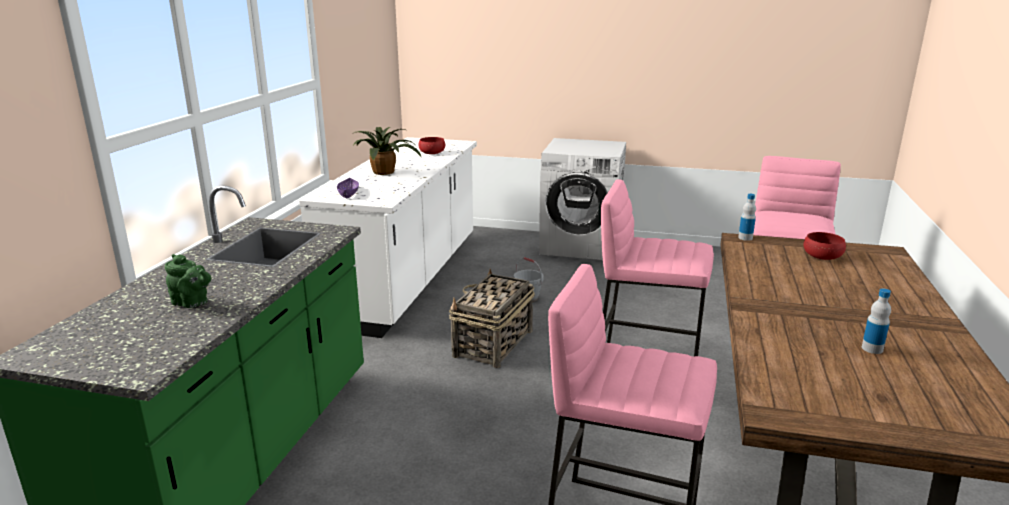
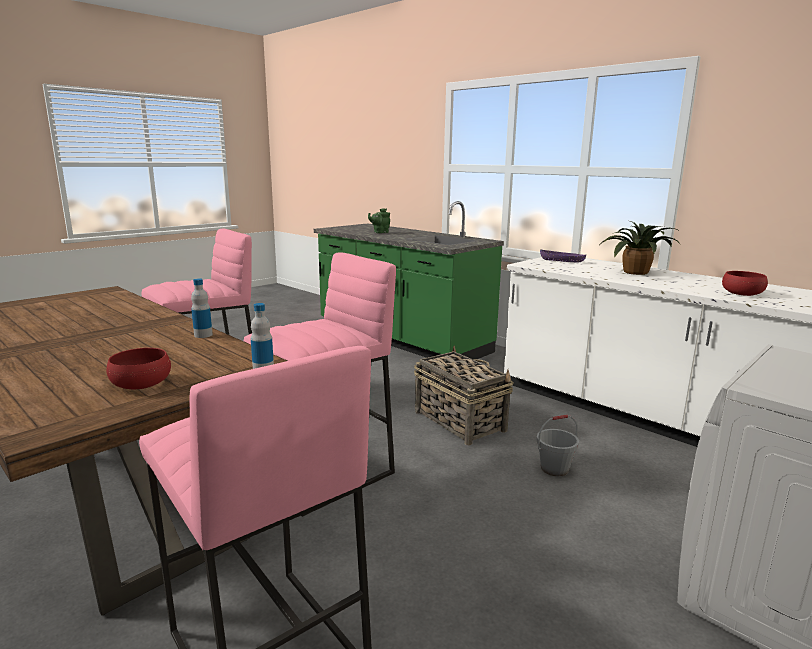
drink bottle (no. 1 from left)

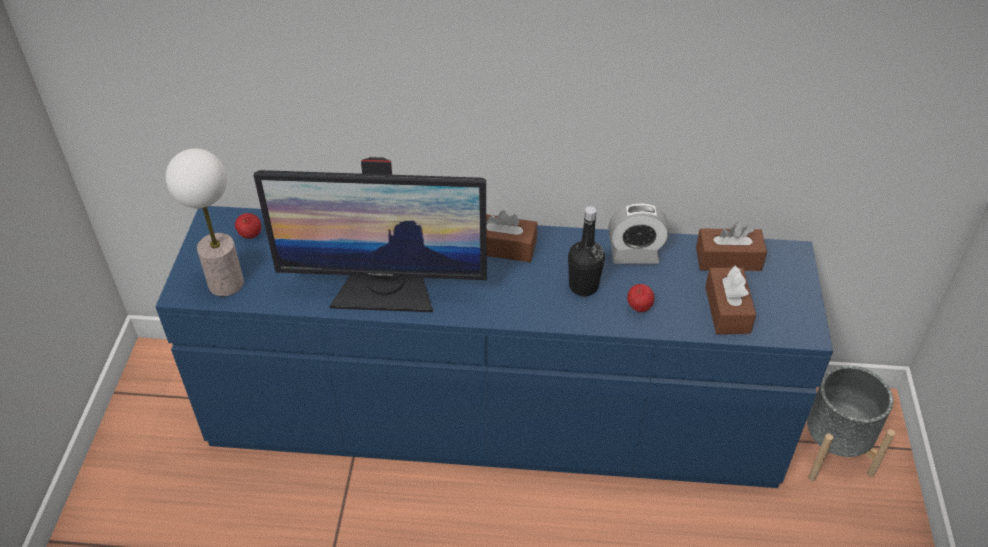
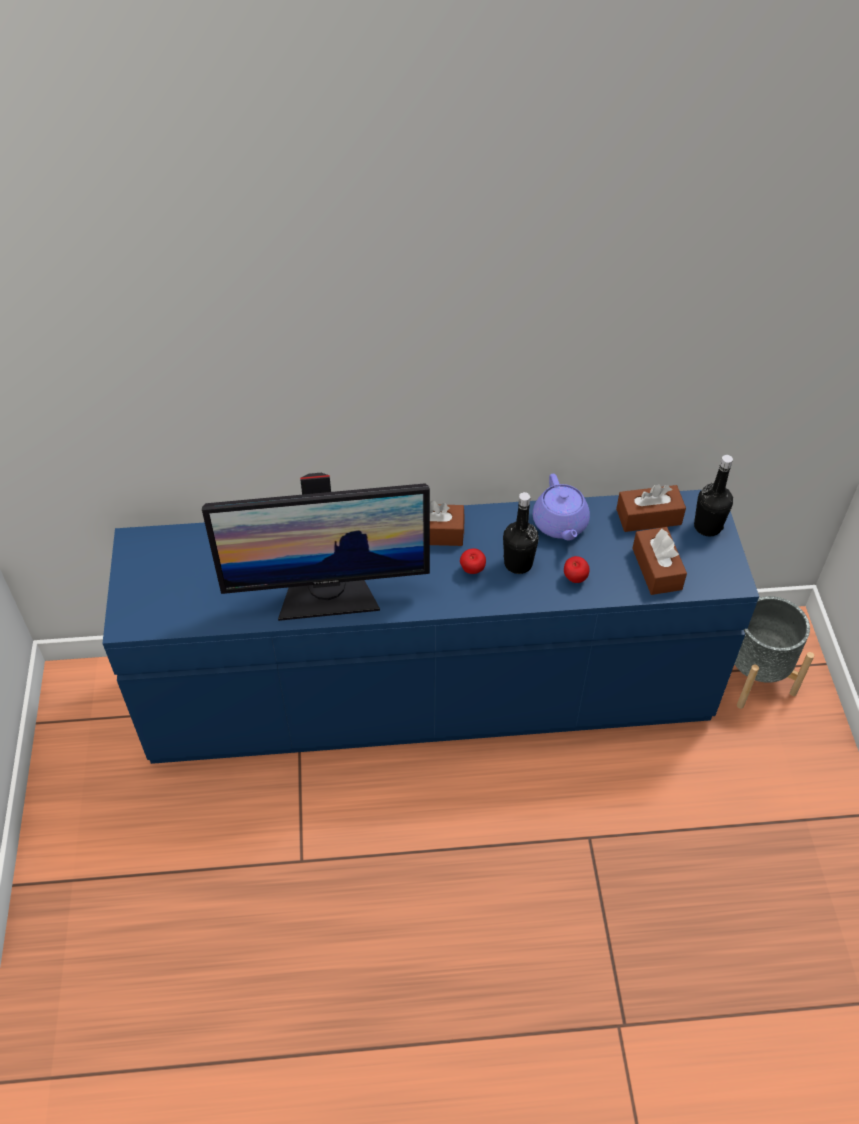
table lamp
drink bottle/black (no. 2 from left)
whole apple (no. 1 from left)
tea pot/purple

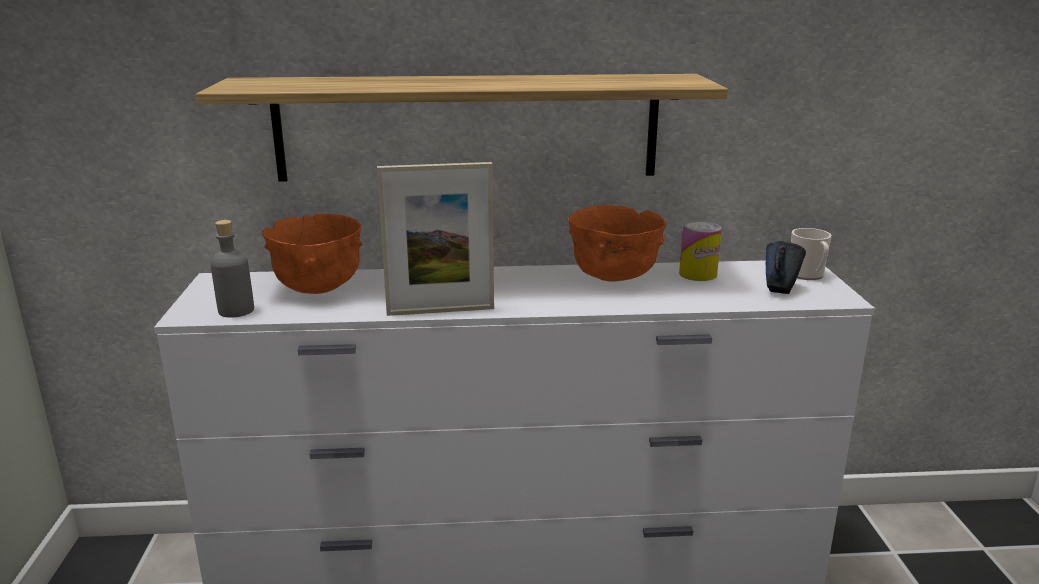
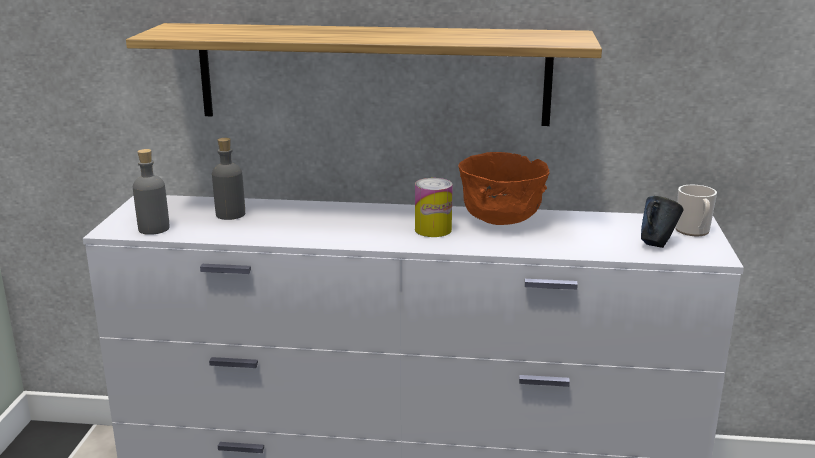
photo frame
can
drink bottle/greyish (no. 2 from left)

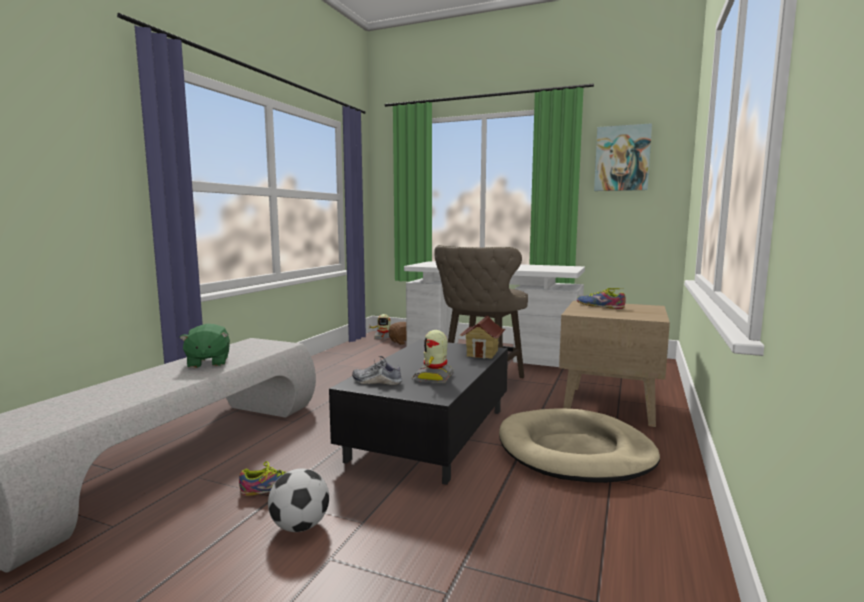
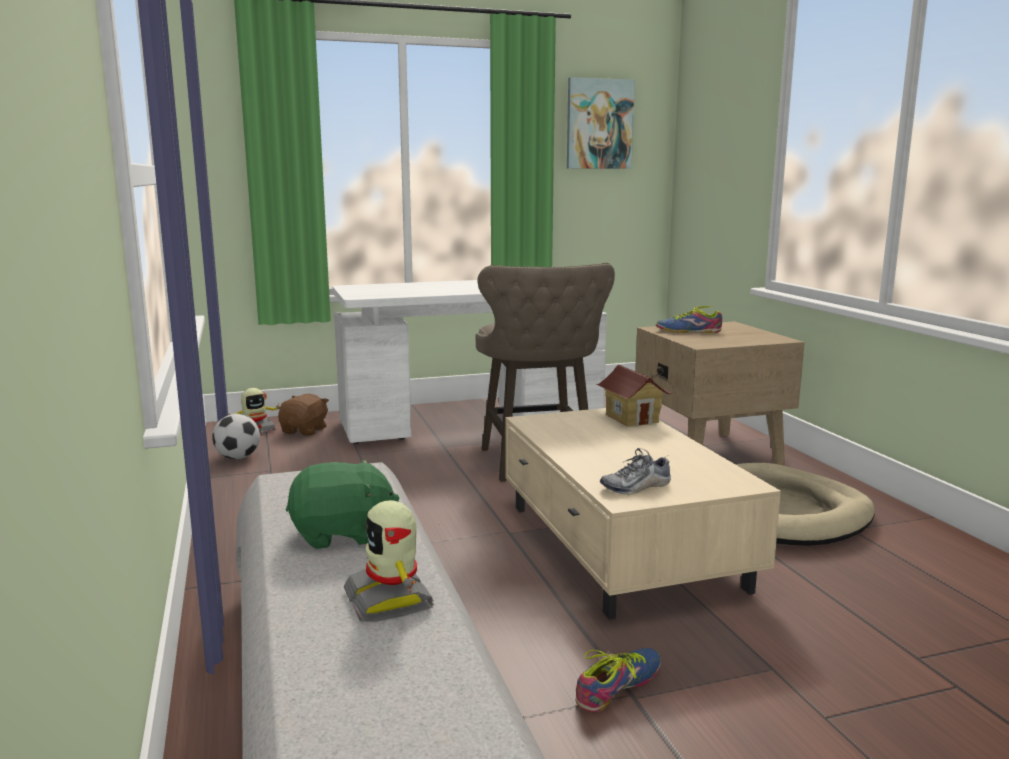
football ball
toy robot (no. 2 from left)
coffee table/beige-coloured
plush toy/green

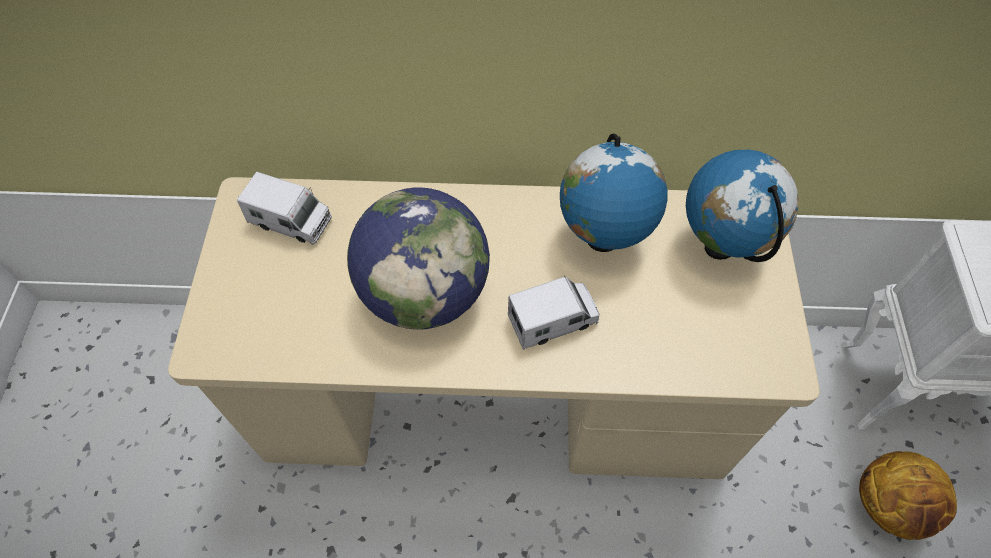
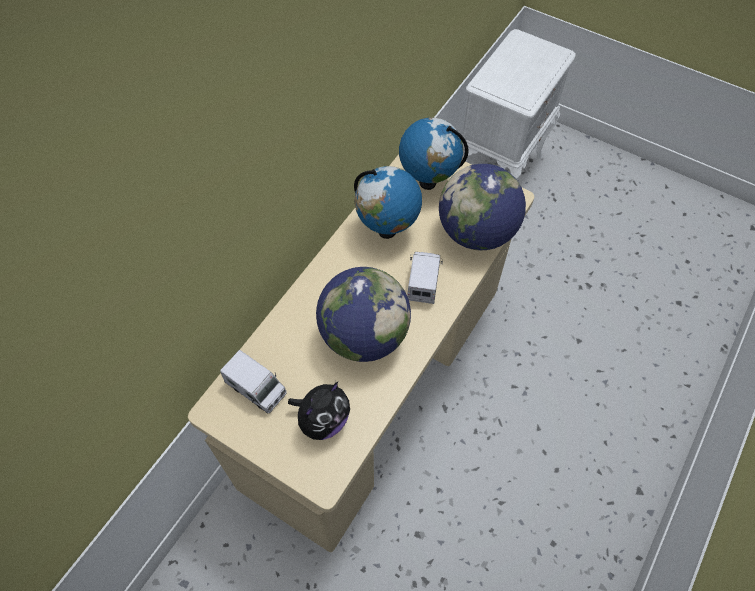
basketball ball
plush toy
desk globe (no. 4 from left)
toy lorry (no. 1 from left)

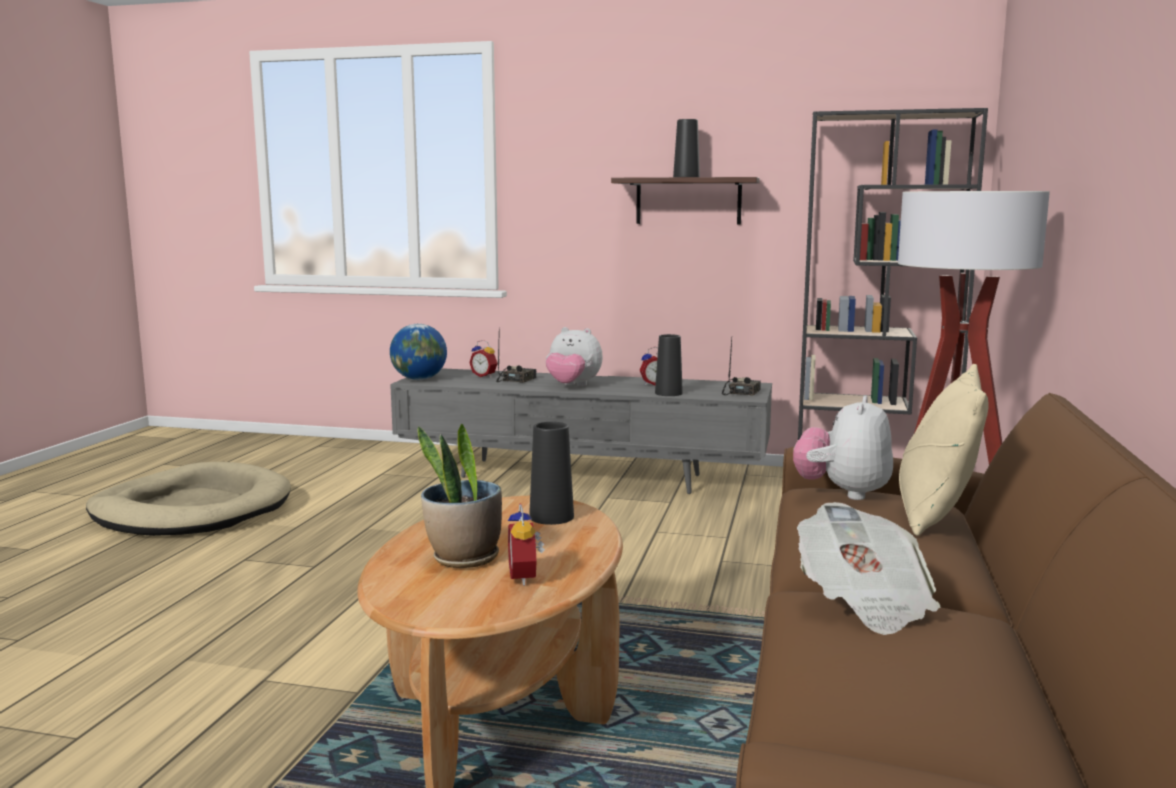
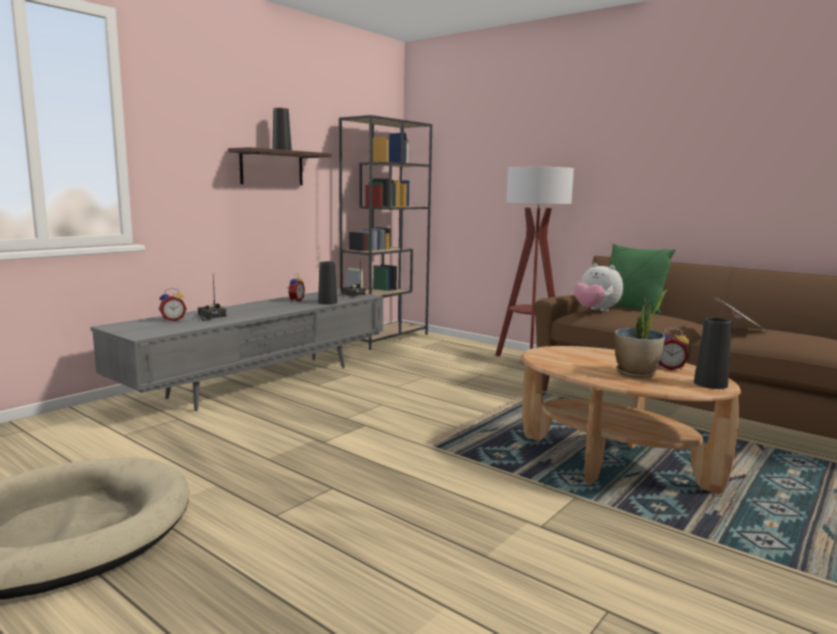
desk globe
plush toy (no. 1 from left in the first image)
flower vase/black (no. 3 from left)
throw pillow/green

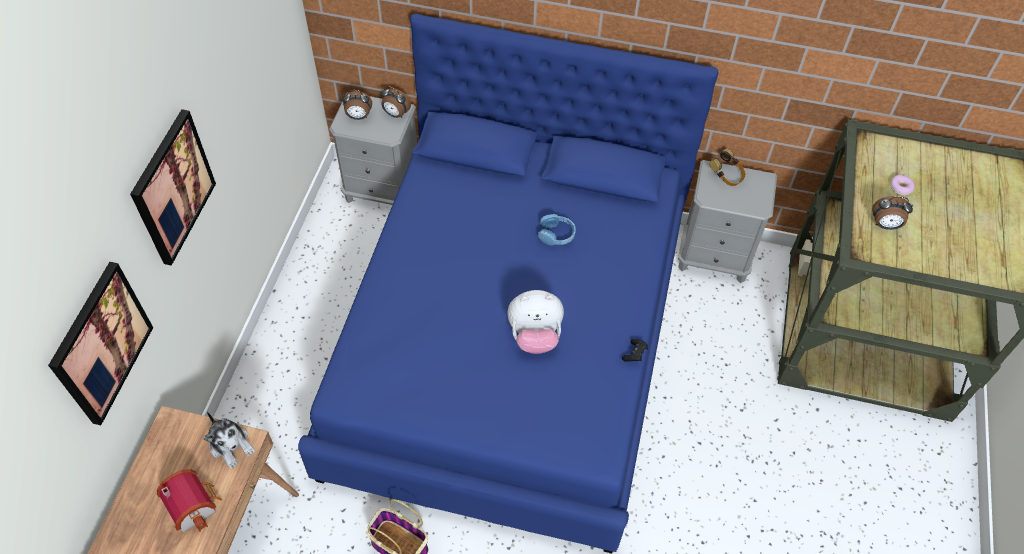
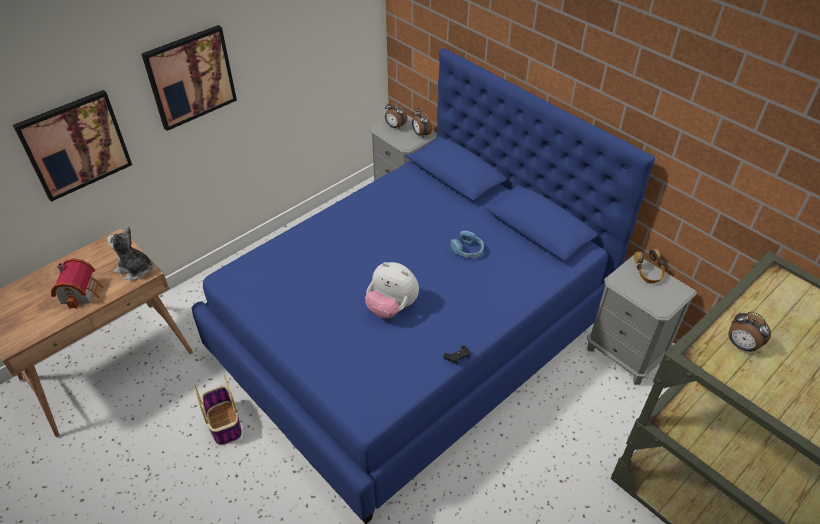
ring doughnut
plush toy (no. 1 from left)

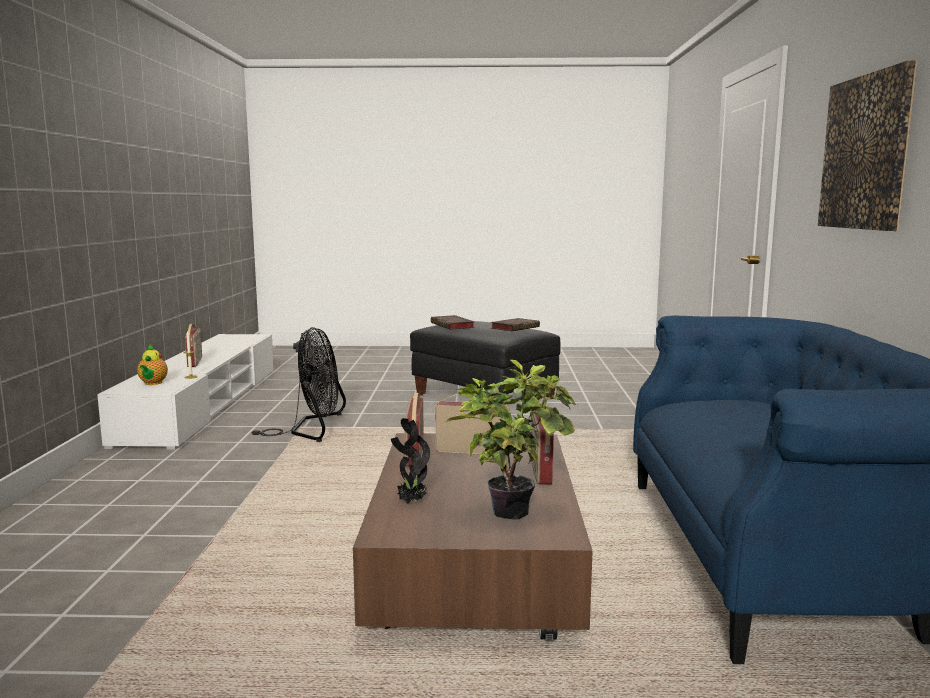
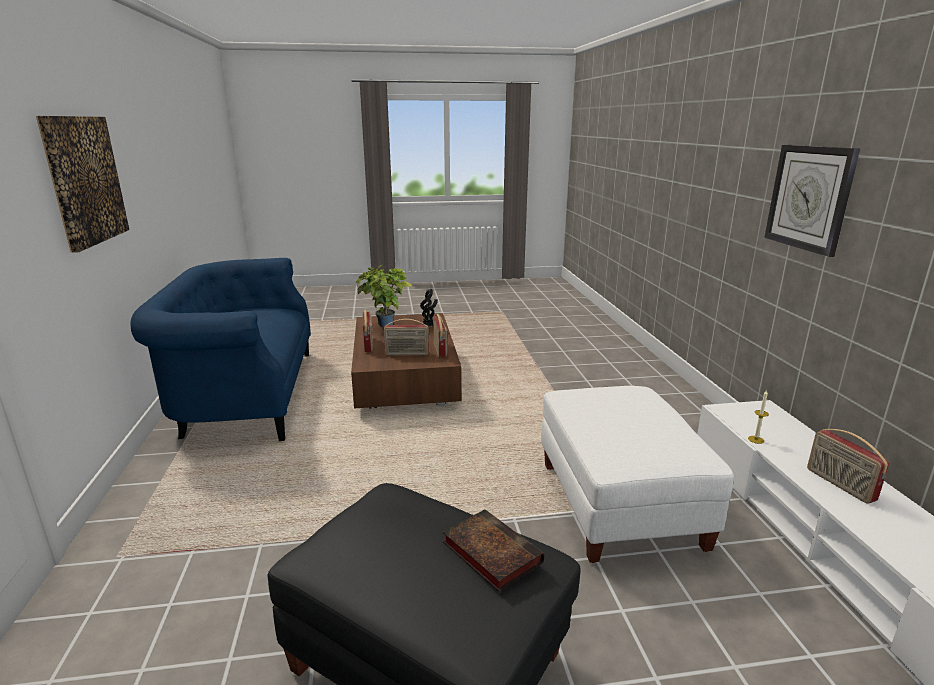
tea pot
bound book (no. 2 from left in the first image)
clock on the wall
ottoman/white-coloured

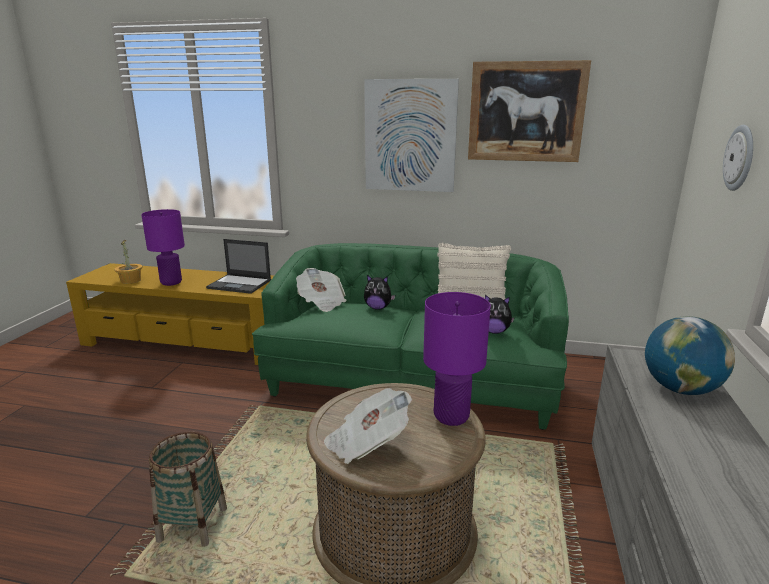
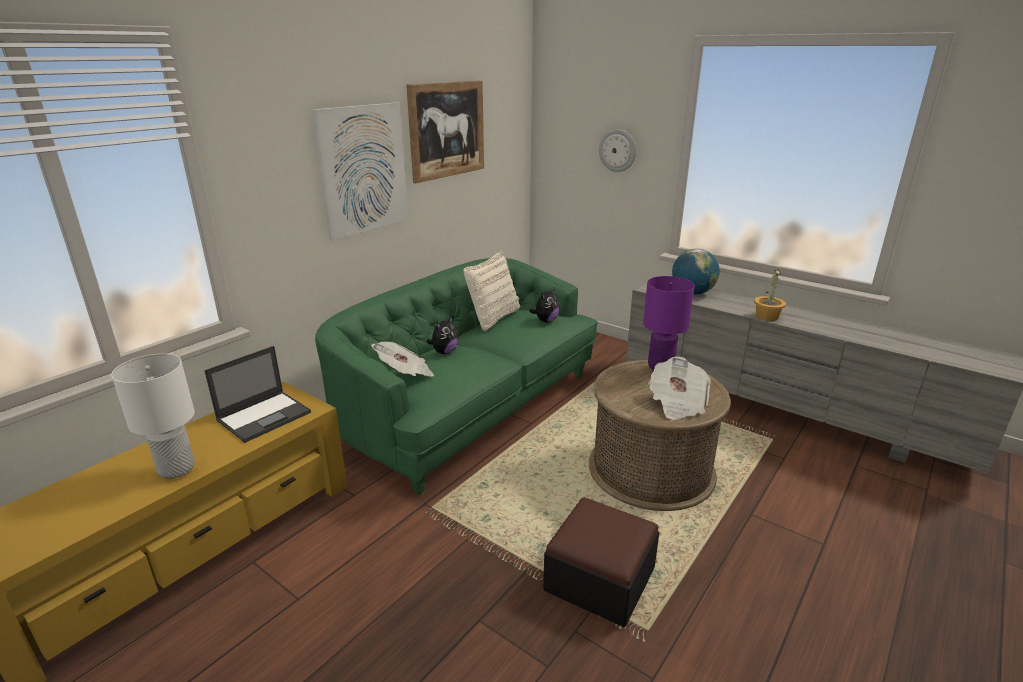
potted plant
ottoman
table lamp/white-coloured

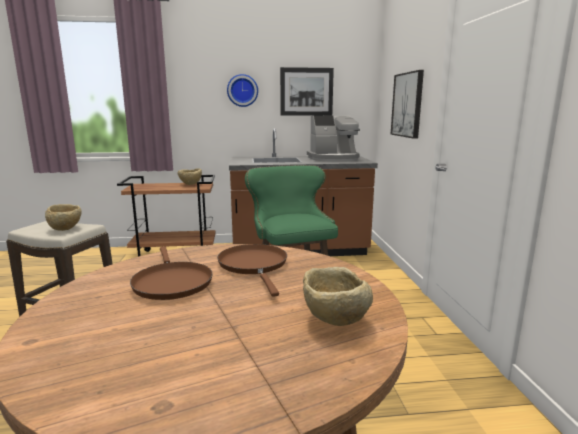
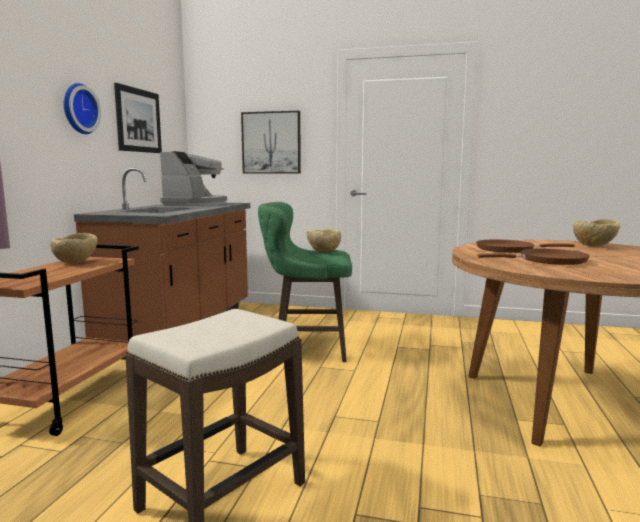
serving bowl/beige-coloured (no. 2 from left)

